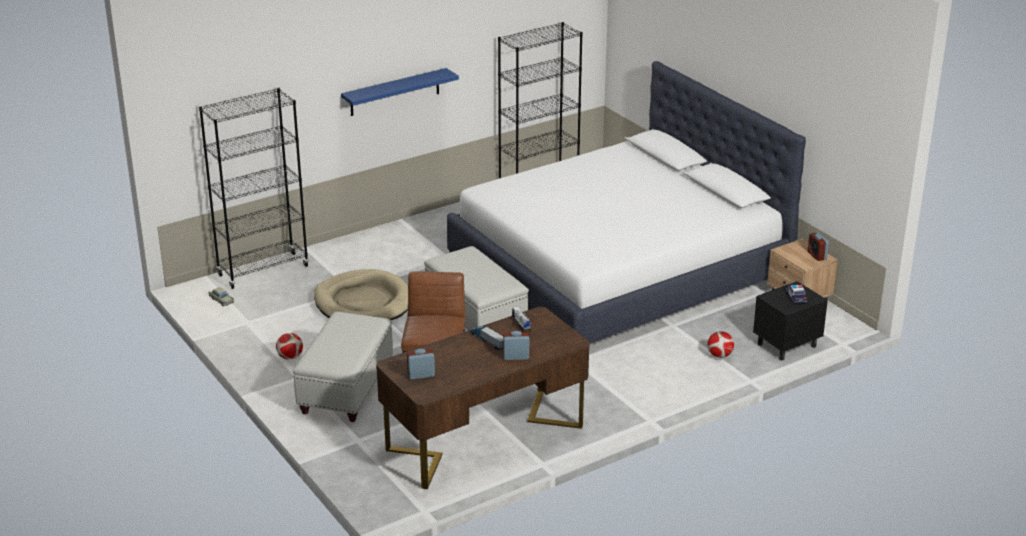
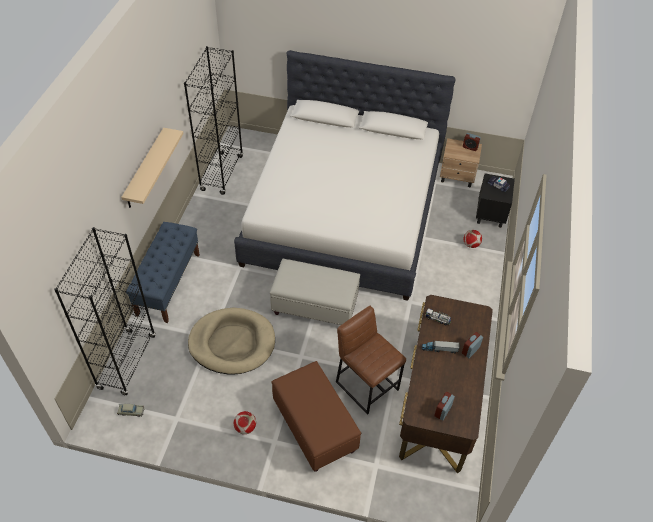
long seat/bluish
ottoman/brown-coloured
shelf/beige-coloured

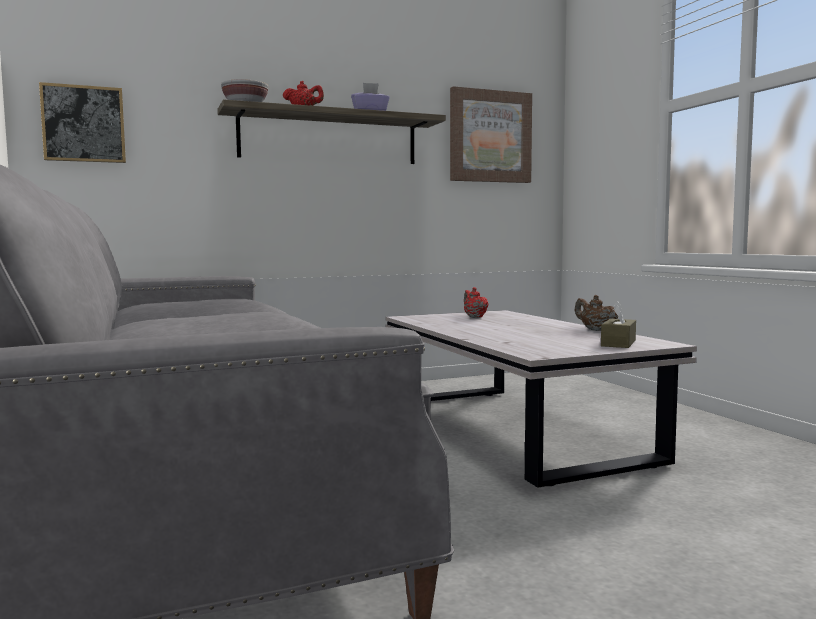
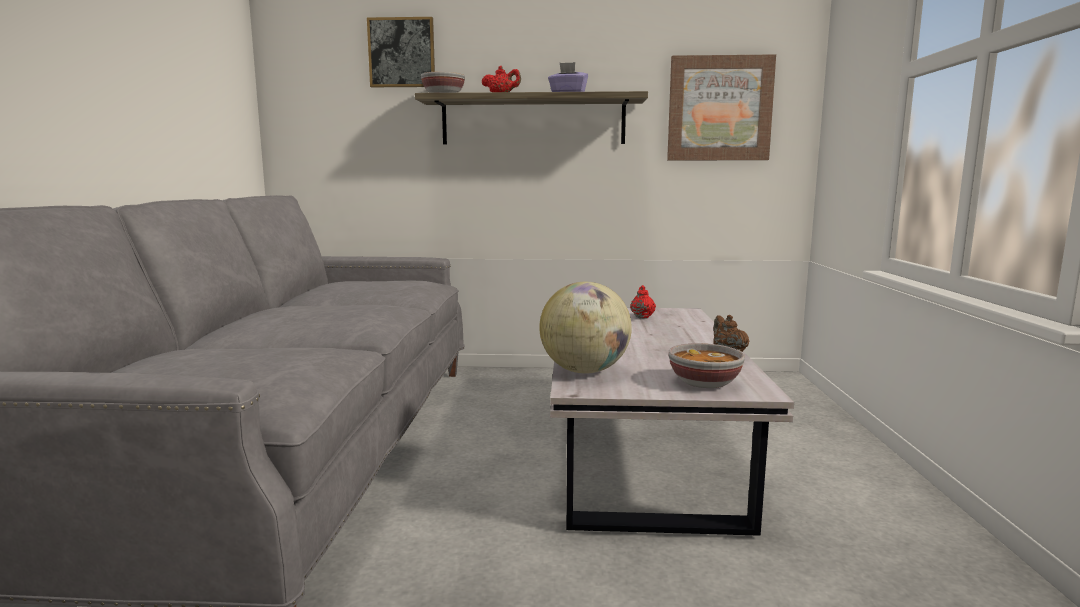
desk globe
wall picture (no. 1 from left)
serving bowl (no. 2 from left)

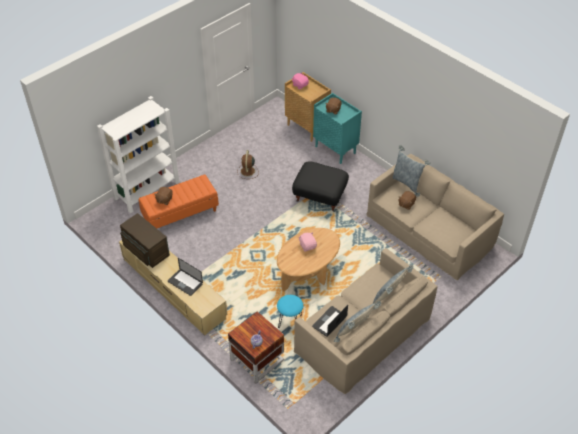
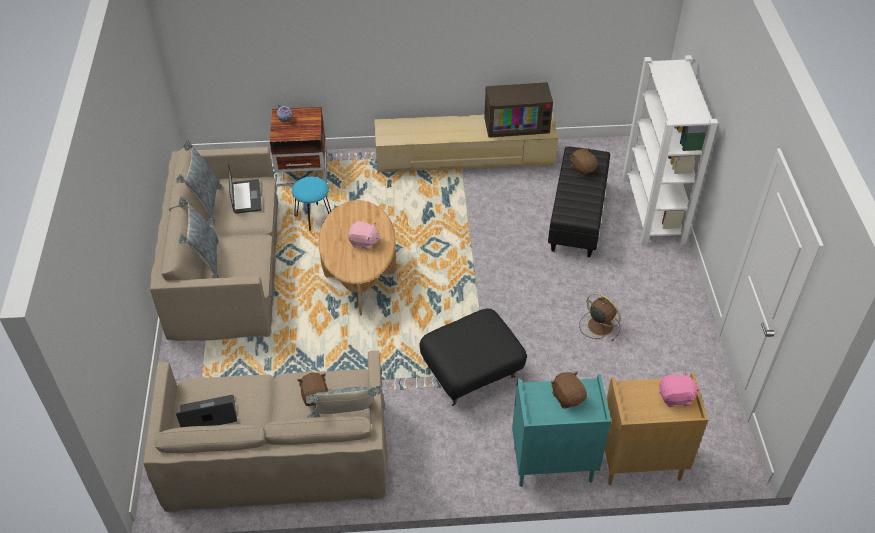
notebook computer (no. 1 from left)
ottoman/black (no. 2 from left)

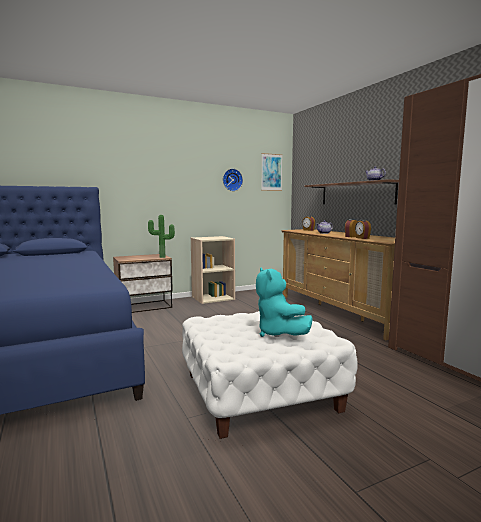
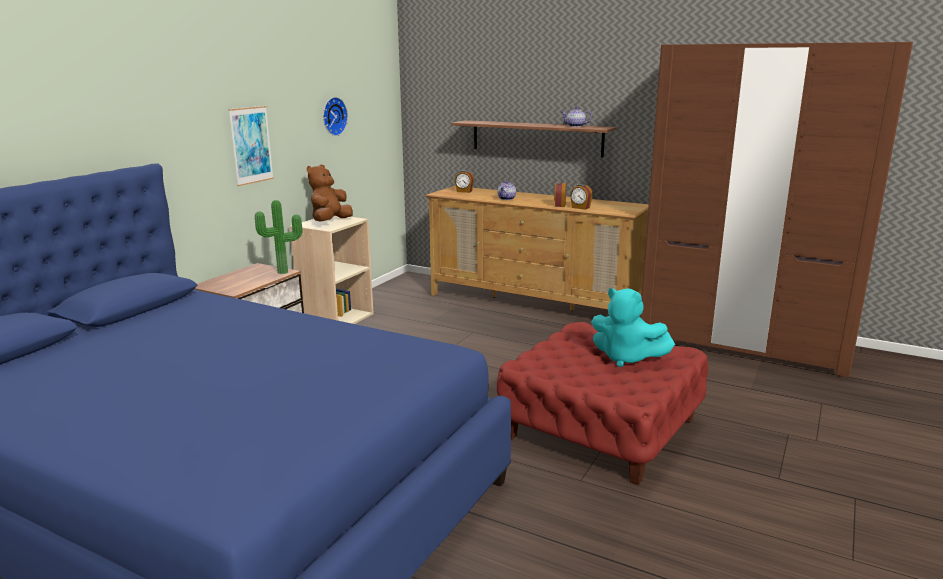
plush toy/brown-coloured
wall picture
ottoman/red

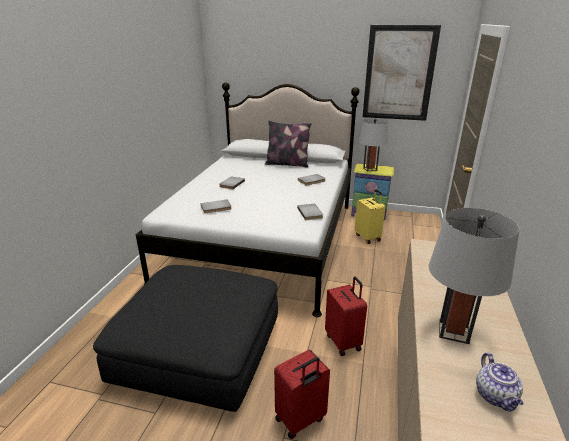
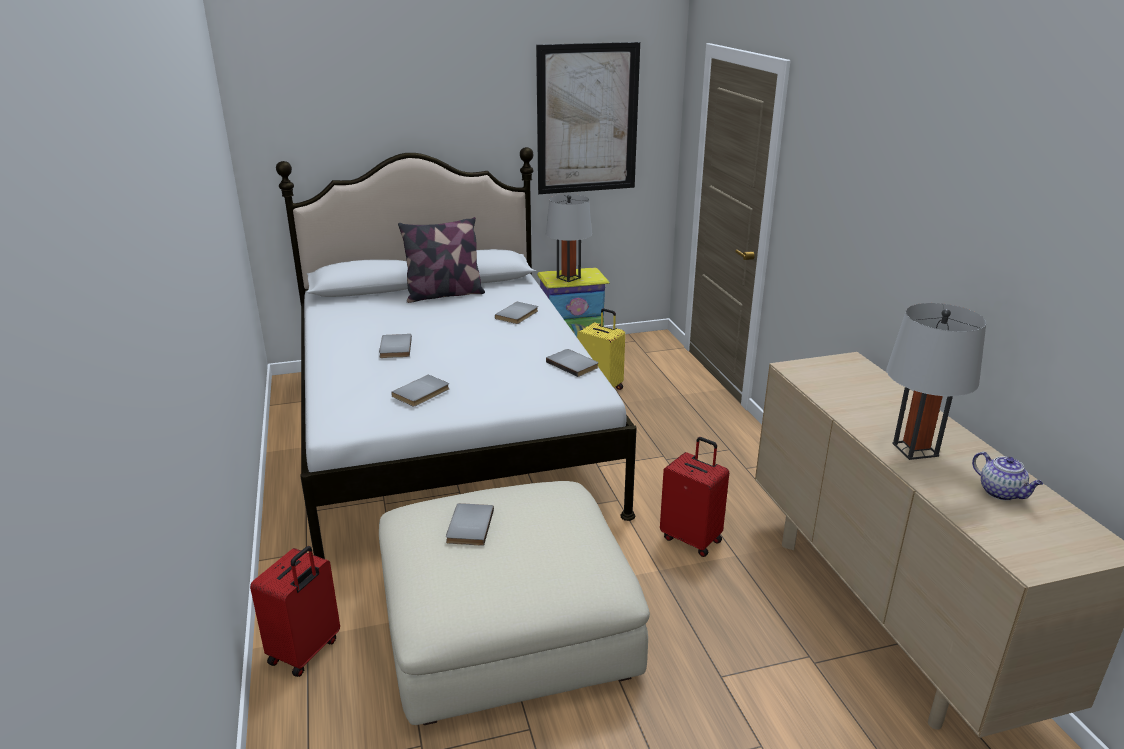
bound book/greyish (no. 3 from left)
travel case/red (no. 1 from left)
ottoman/beige-coloured

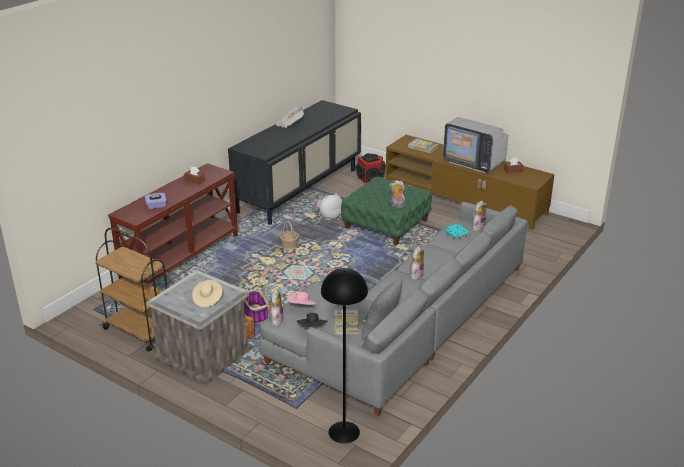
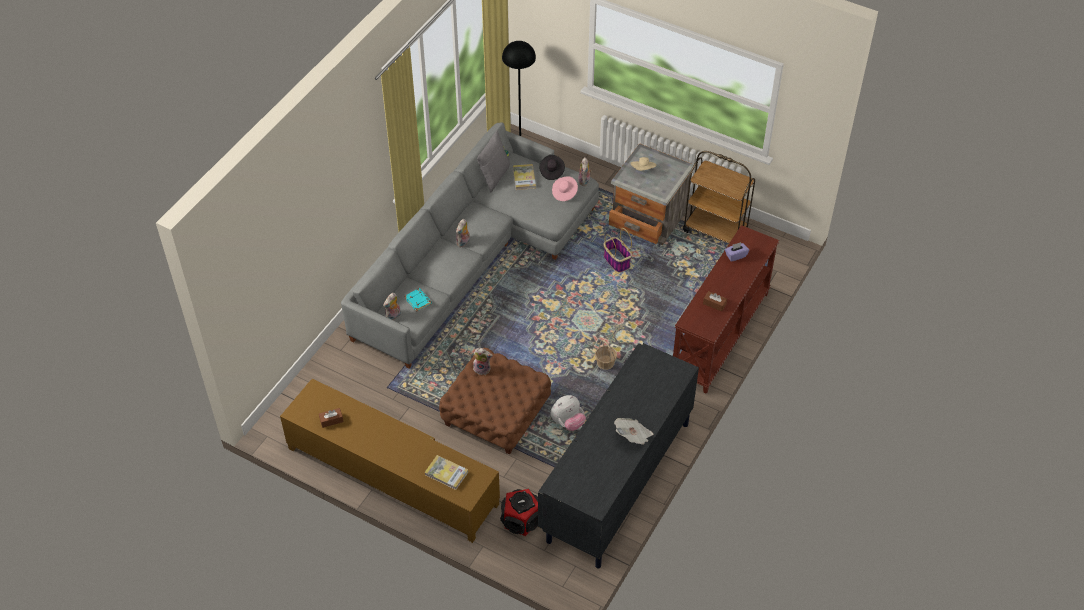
TV
ottoman/brown-coloured

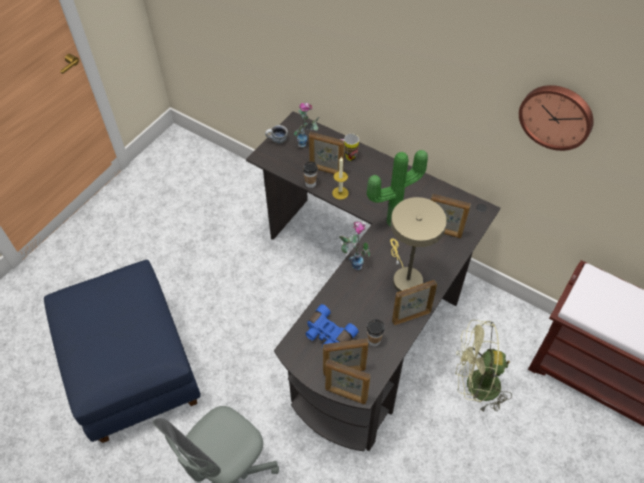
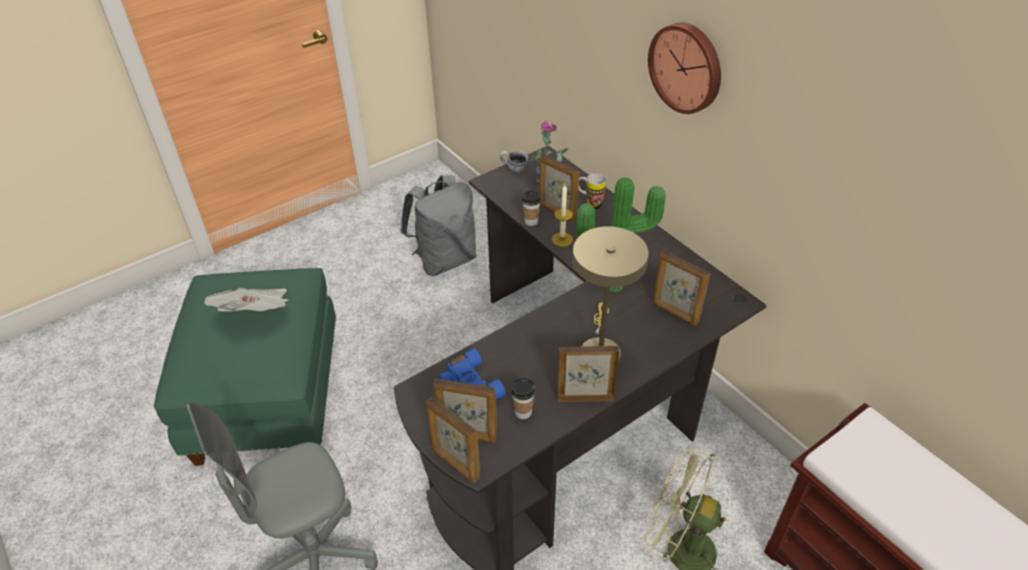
flower vase (no. 2 from left in the first image)
newspaper
knapsack/greyish
clock on the wall
ottoman/green

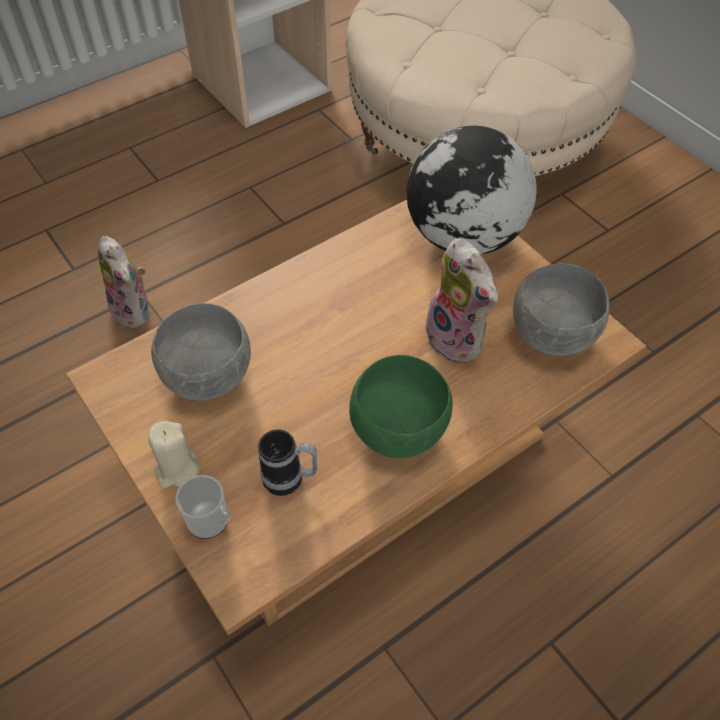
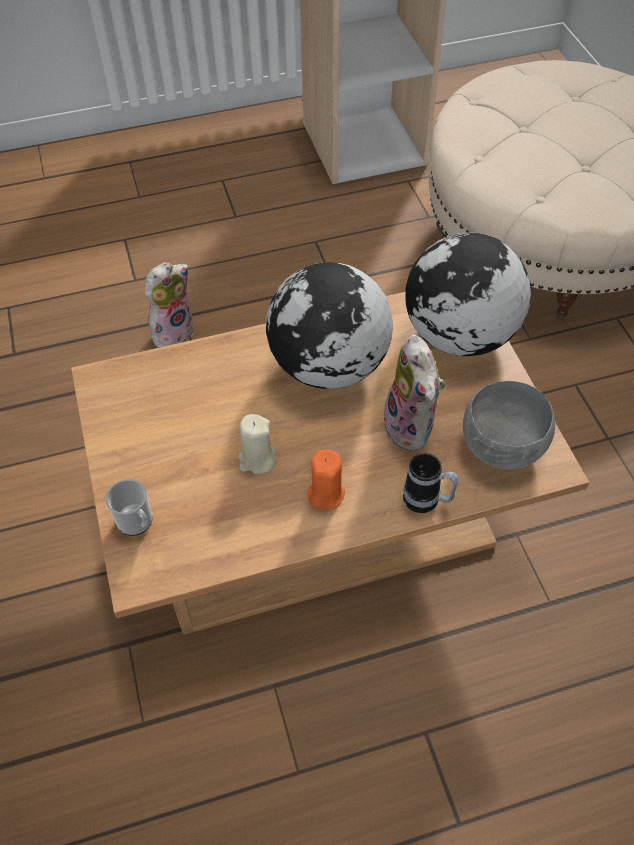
serving bowl/greyish (no. 1 from left in the first image)
desk globe (no. 1 from left)
wax candle/beige-coloured
tea mug (no. 2 from left)
wax candle/orange
plush toy (no. 1 from left)

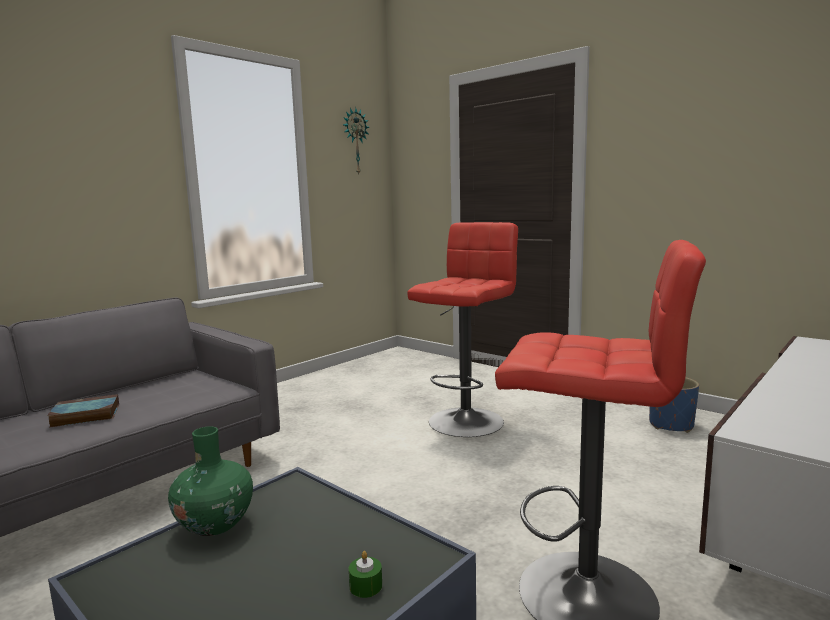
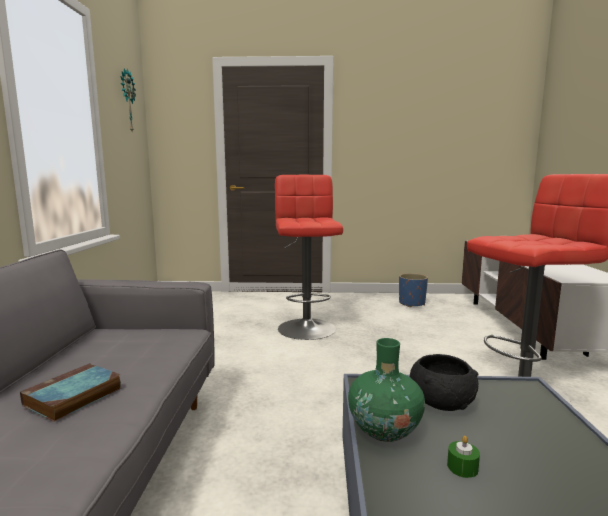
serving bowl/black
wax candle/green

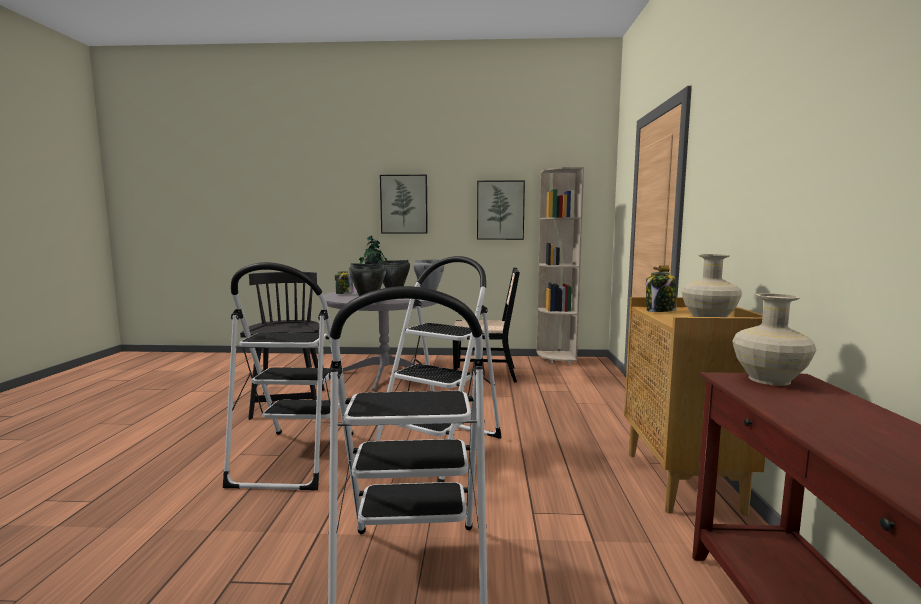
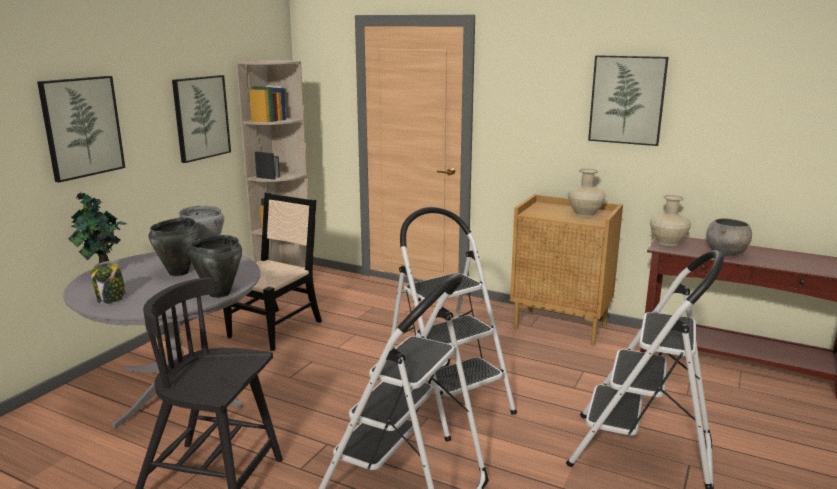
storage jar (no. 2 from left in the first image)
wall picture (no. 3 from left)
serving bowl/greyish

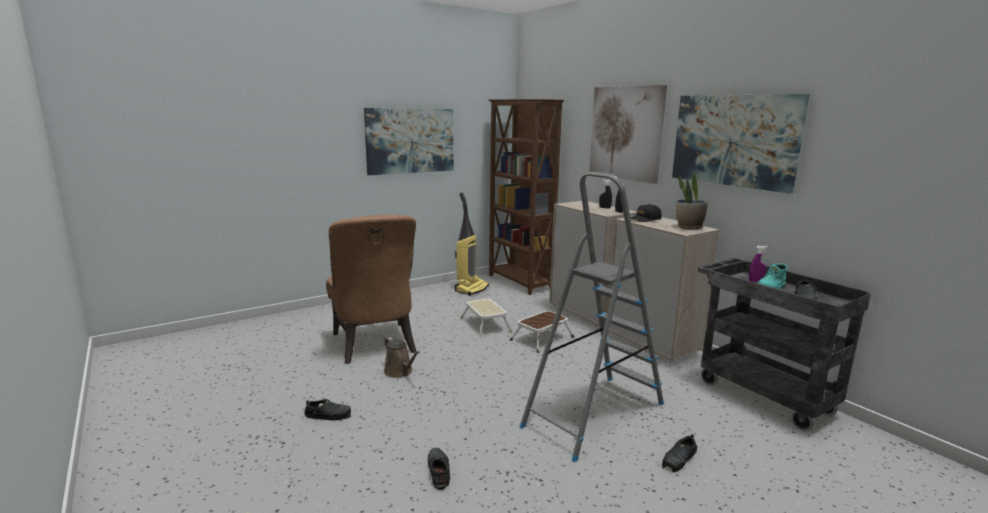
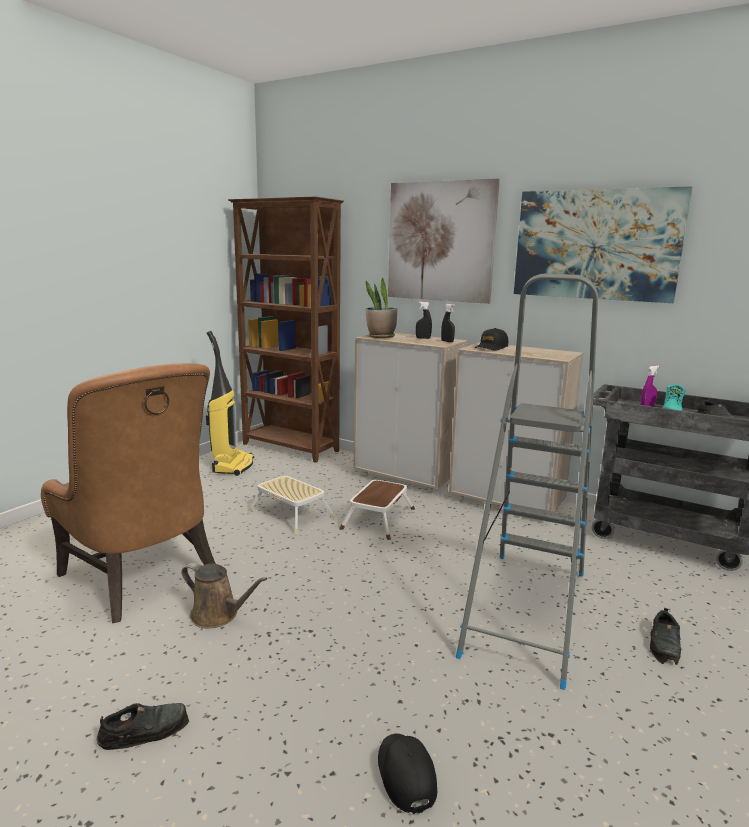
wall picture (no. 1 from left in the first image)
potted plant
baseball cap/black (no. 1 from left)

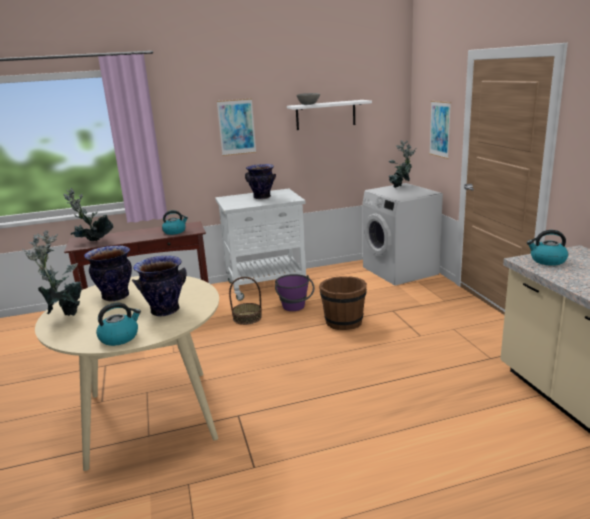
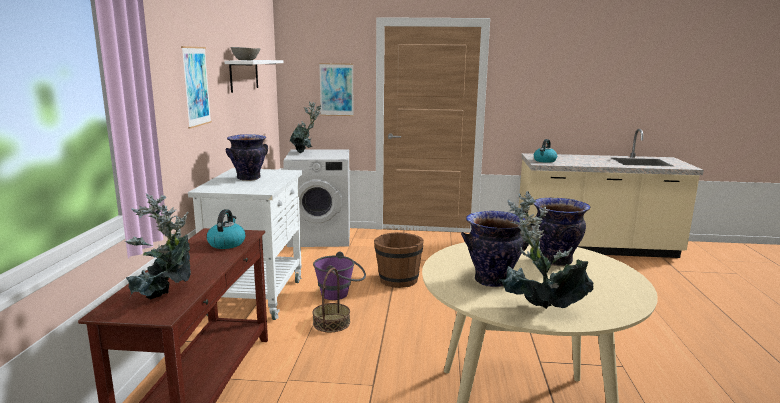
kettle (no. 1 from left in the first image)

